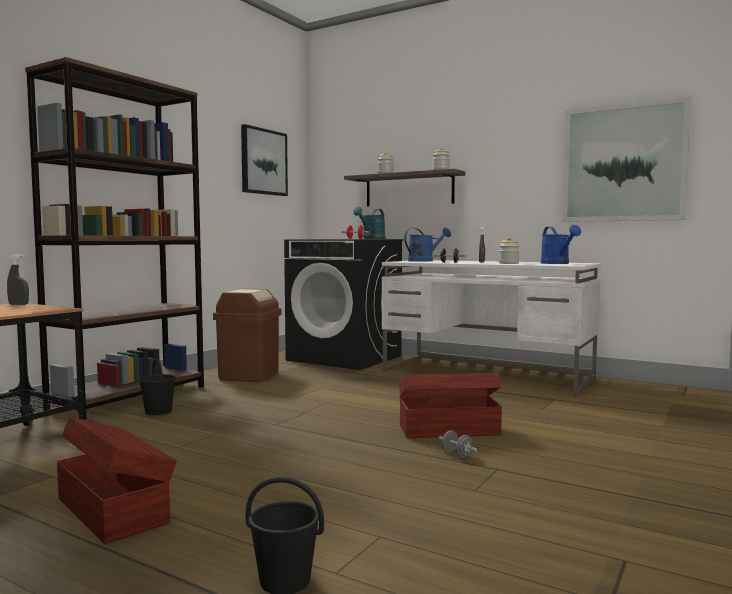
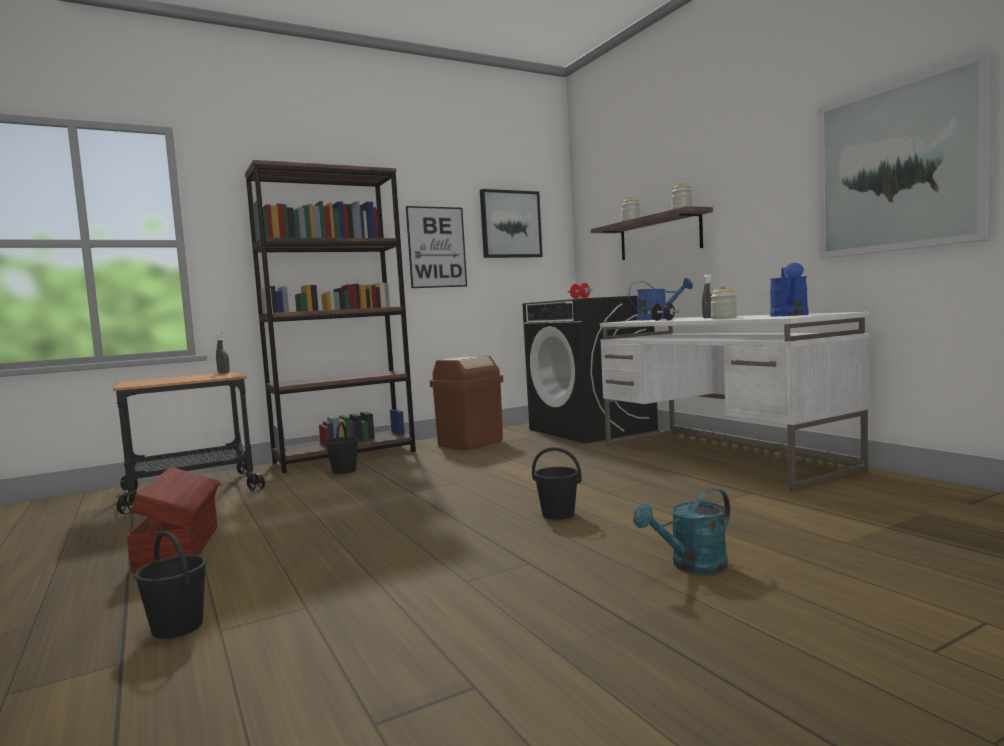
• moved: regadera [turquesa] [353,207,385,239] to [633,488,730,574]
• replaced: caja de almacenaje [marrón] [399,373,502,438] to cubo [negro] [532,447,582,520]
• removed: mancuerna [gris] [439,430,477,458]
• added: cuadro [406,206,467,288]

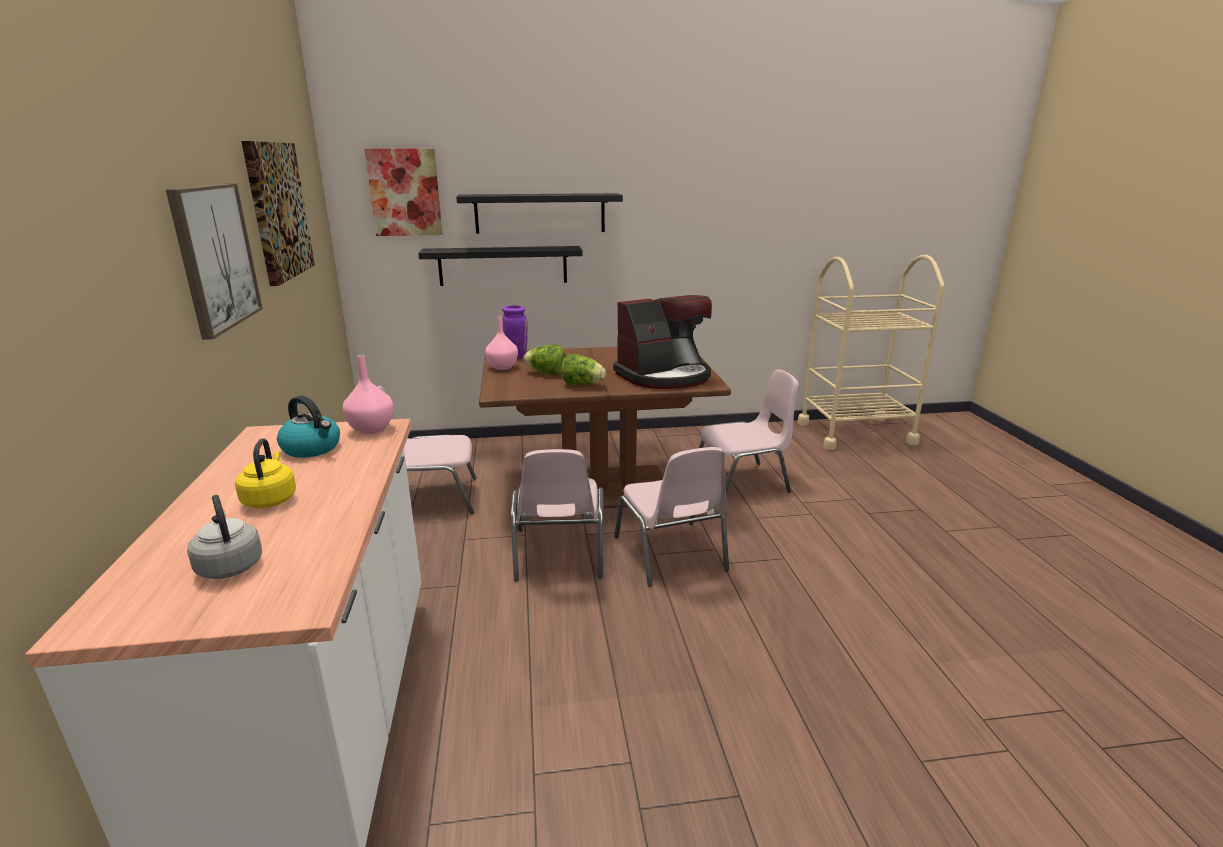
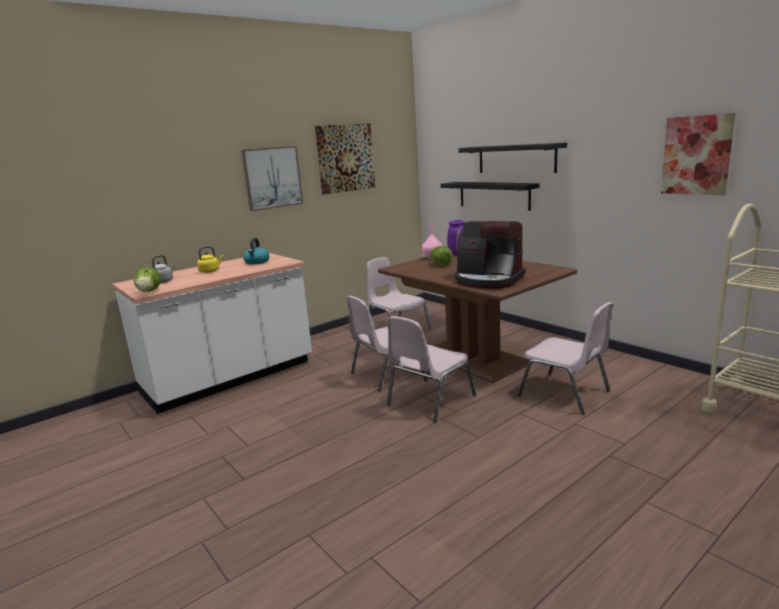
• moved: cuadro [365,148,442,236] to [661,113,735,195]
• moved: lechuga [561,354,606,385] to [134,267,162,292]
• removed: florero [rosa] [343,355,394,434]

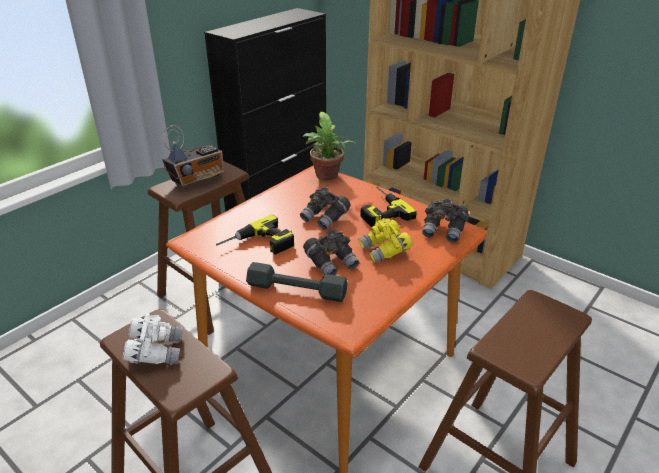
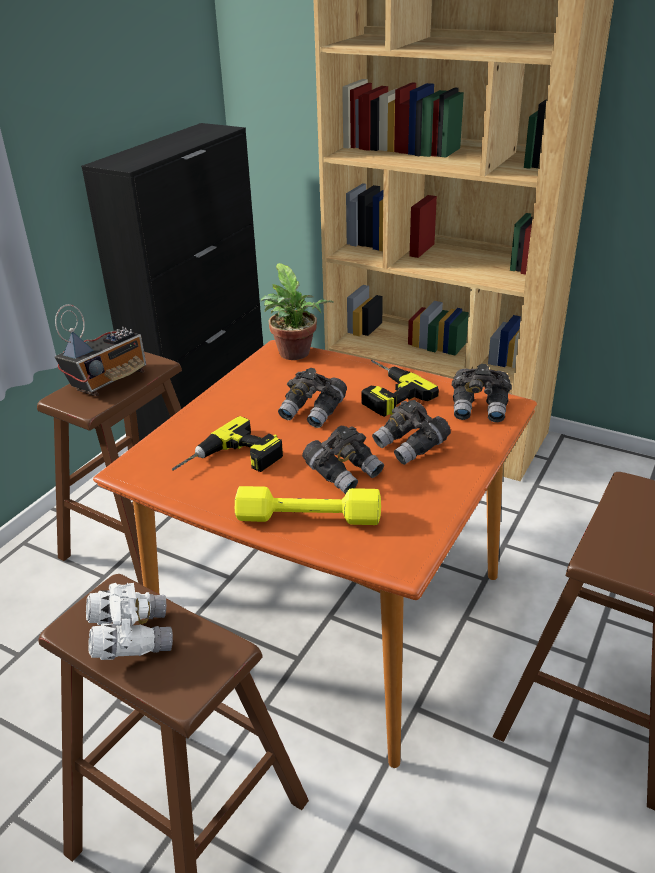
• recoloured: prismáticos [amarillo] [358,218,413,263] to prismáticos [gris] [372,400,451,465]
• recoloured: mancuerna [gris] [246,262,347,302] to mancuerna [amarillo] [235,486,381,525]

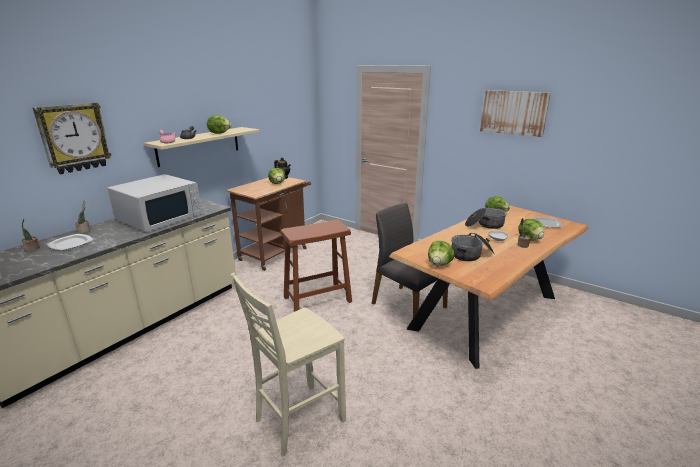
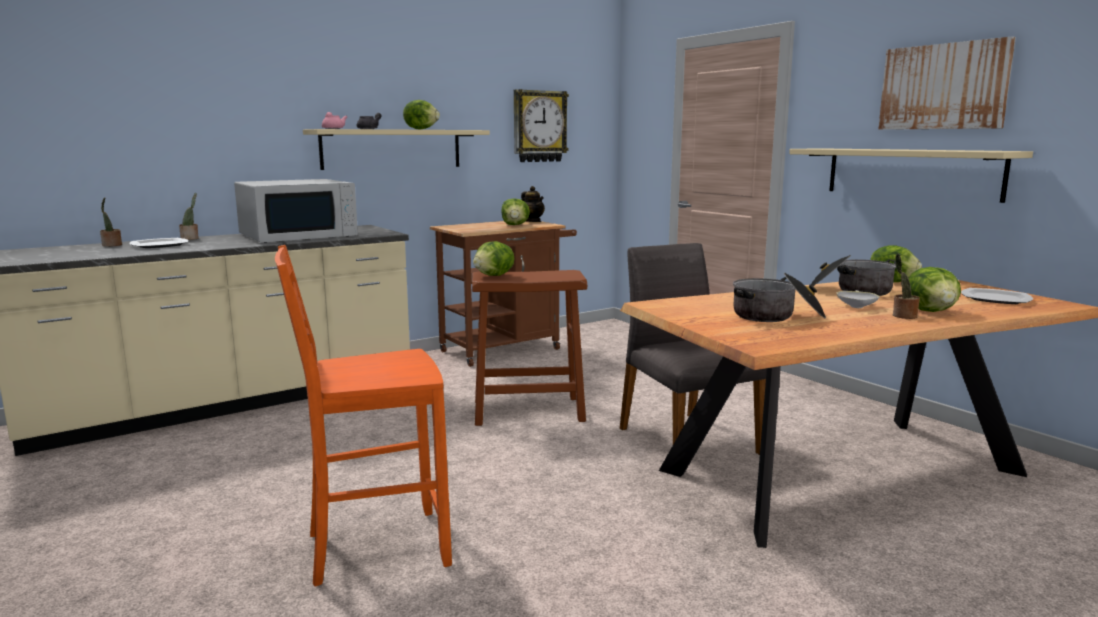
• moved: reloj de pared [33,103,112,174] to [514,89,569,162]
• moved: lechuga [428,241,455,266] to [473,241,514,276]
• recoloured: silla [beis] [231,273,346,457] to silla [naranja] [275,245,452,587]
• added: estante [beis] [789,148,1033,203]

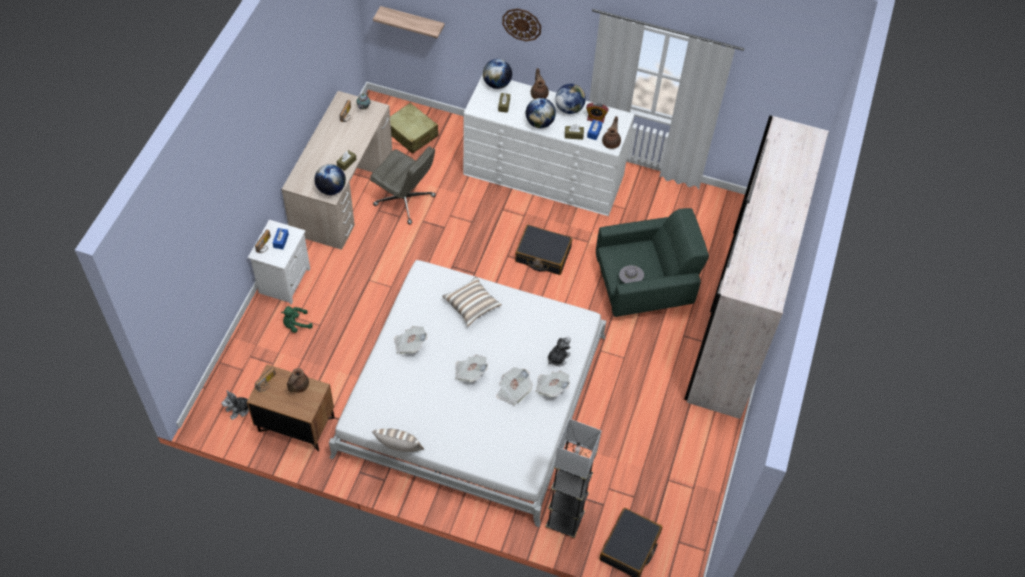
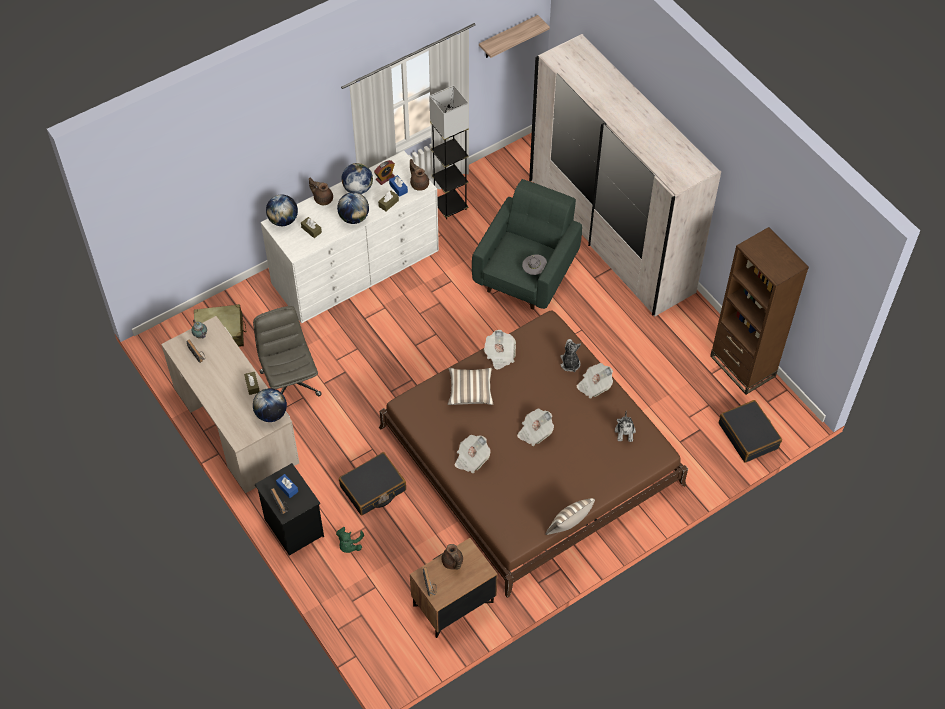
• moved: estante [373,6,445,38] to [479,15,550,58]
• removed: reloj de pared [502,8,541,41]
• turned: silla de oficina [gris] [370,146,436,225] = [253,306,322,397] 90 degrees counterclockwise
• recoloured: mesita de noche [blanco] [248,220,310,304] to mesita de noche [negro] [255,463,324,556]
• moved: maleta [negro] [515,225,572,275] to [339,452,406,516]
• recoloured: cama [blanco] [329,260,606,527] to cama [marrón] [379,310,688,598]
• moved: periódico [496,367,533,406] to [484,330,516,370]
• moved: peluche [221,390,249,420] to [615,411,636,442]
• moved: lámpara de pie [gris] [546,419,602,538] to [429,85,469,219]
• added: estantería [marrón] [710,227,809,395]

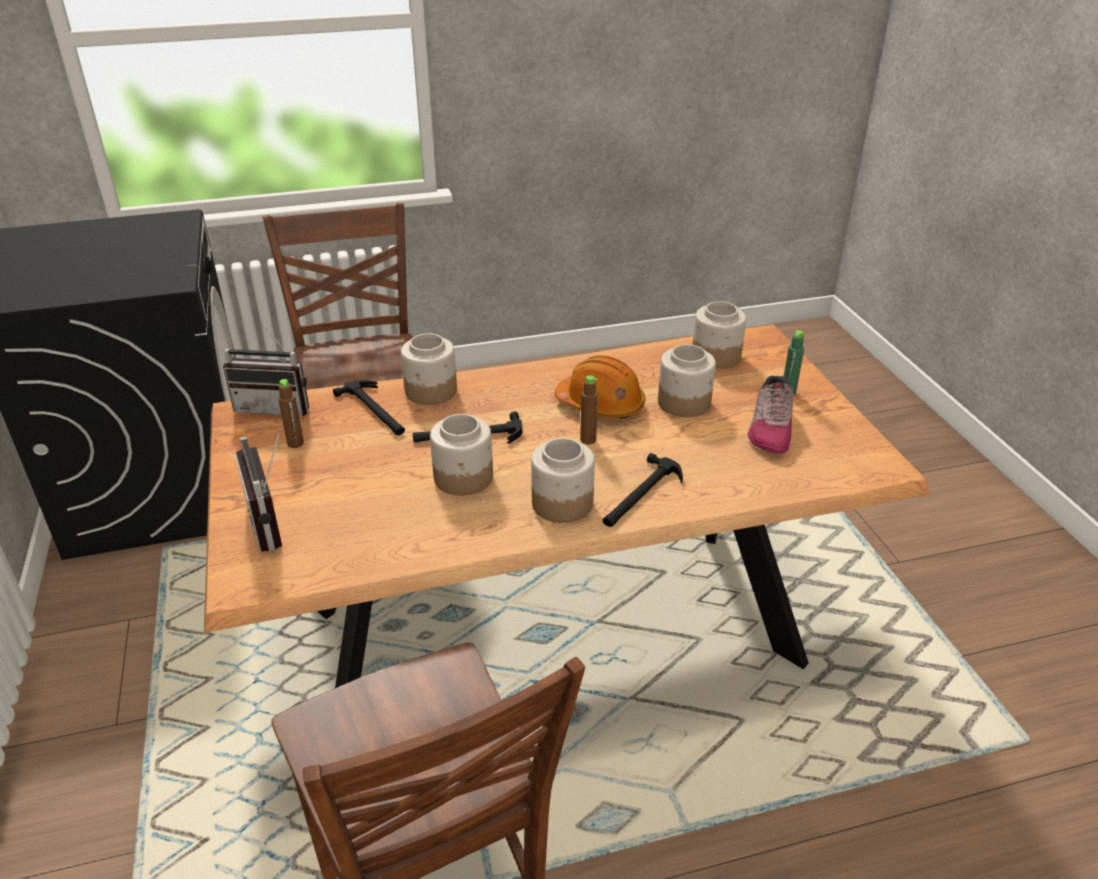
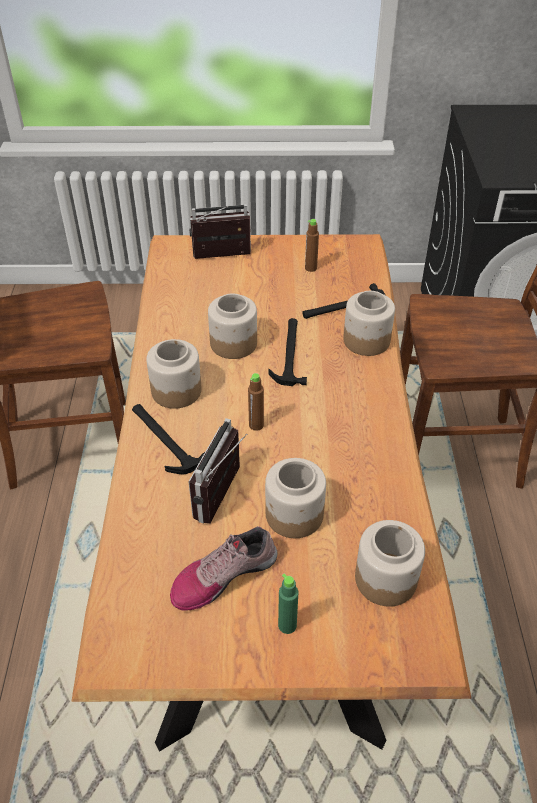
• moved: radio [223,320,309,416] to [188,418,247,524]
• removed: casco [naranja] [555,356,645,419]
• turned: zapato [748,376,794,454] = [170,526,278,611] 60 degrees counterclockwise

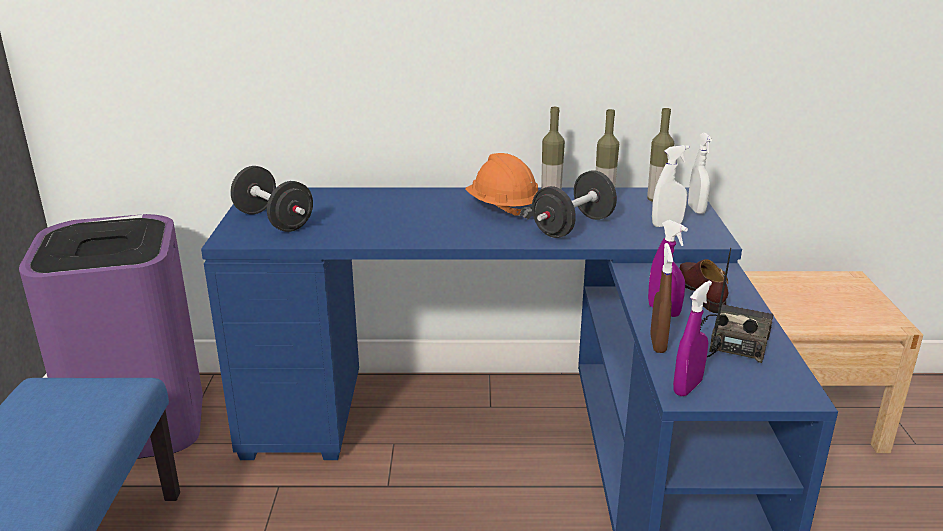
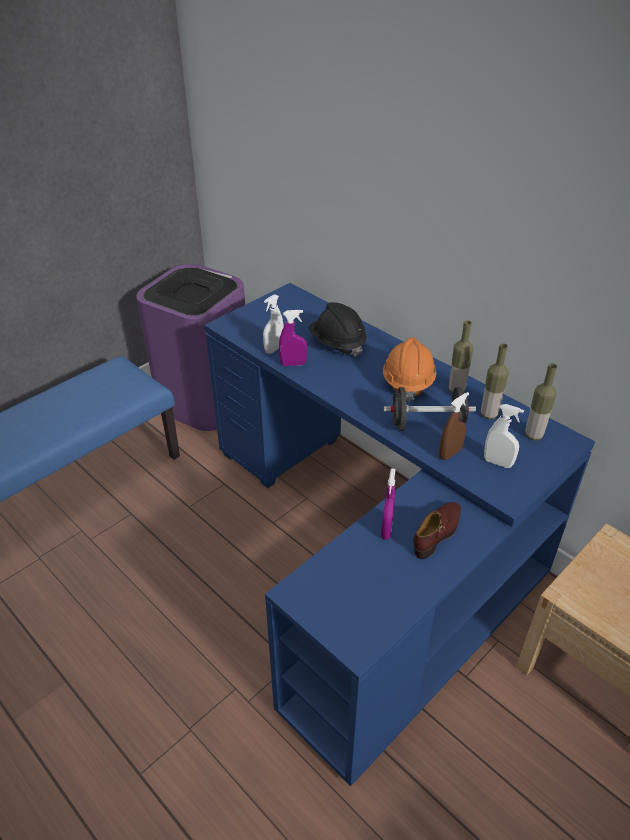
• moved: pulverizador [blanco] [688,133,712,214] to [263,294,284,354]
• removed: mancuerna [negro] [230,166,313,232]
• moved: pulverizador [marrón] [650,243,673,353] to [439,392,469,460]
• removed: radio [700,248,774,363]
• moved: pulverizador [morado] [673,281,712,397] to [279,310,307,366]
• added: casco [negro] [308,302,367,357]

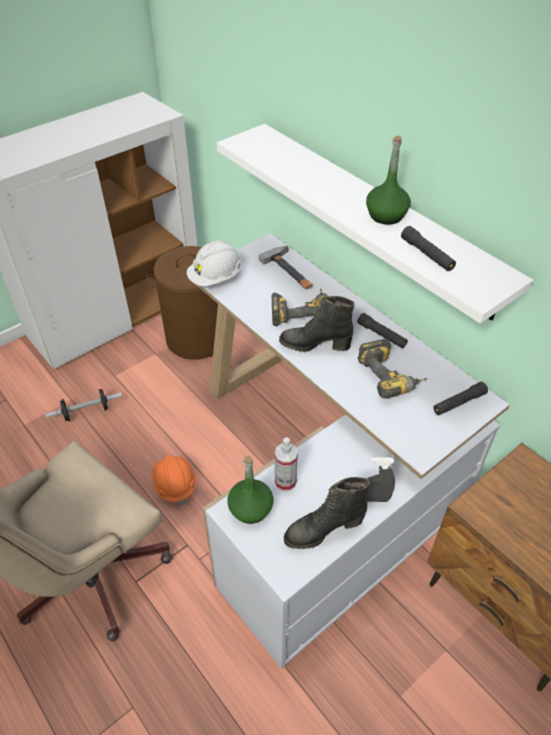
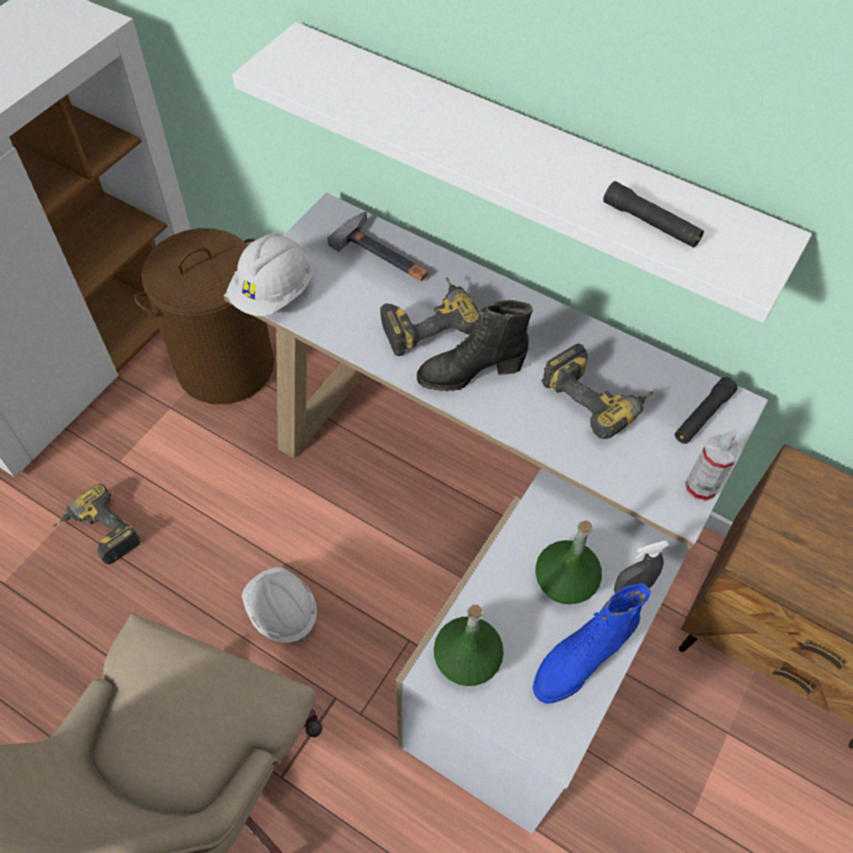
• moved: botella [verde] [366,136,411,225] to [536,520,602,604]
• removed: linterna [negro] [357,313,408,348]
• replaced: mancuerna [46,389,122,421] to taladro [53,484,141,564]
• moved: pulverizador [275,437,298,491] to [685,428,740,502]
• recoloured: casco [naranja] [152,454,196,506] to casco [blanco] [242,567,317,643]
• recoloured: bota [negro] [284,477,370,549] to bota [azul] [533,584,651,704]

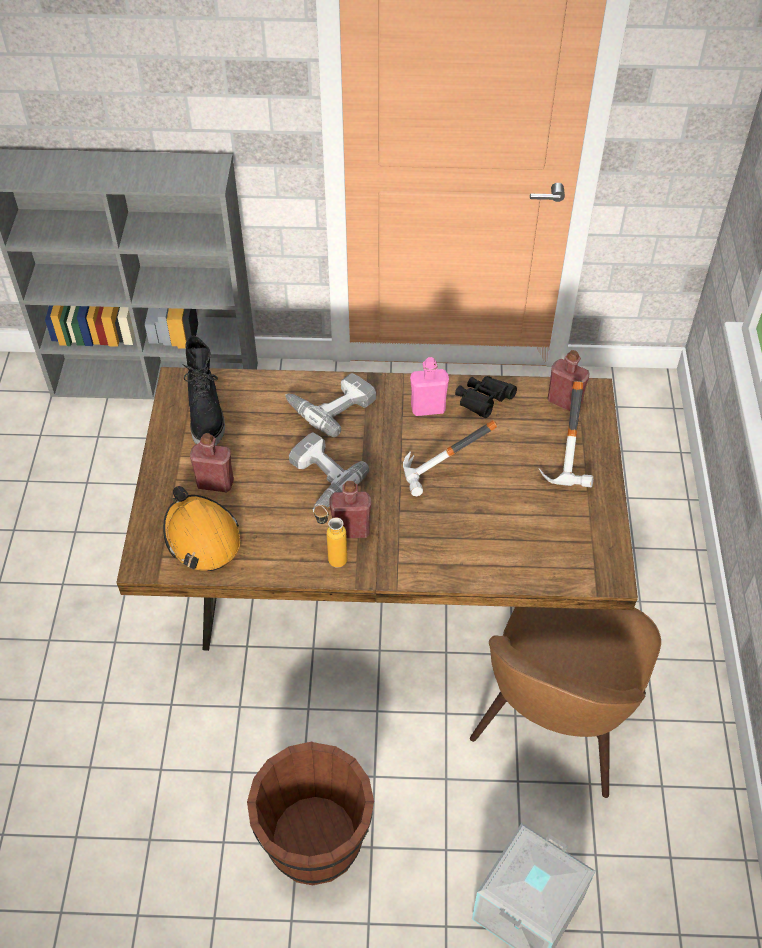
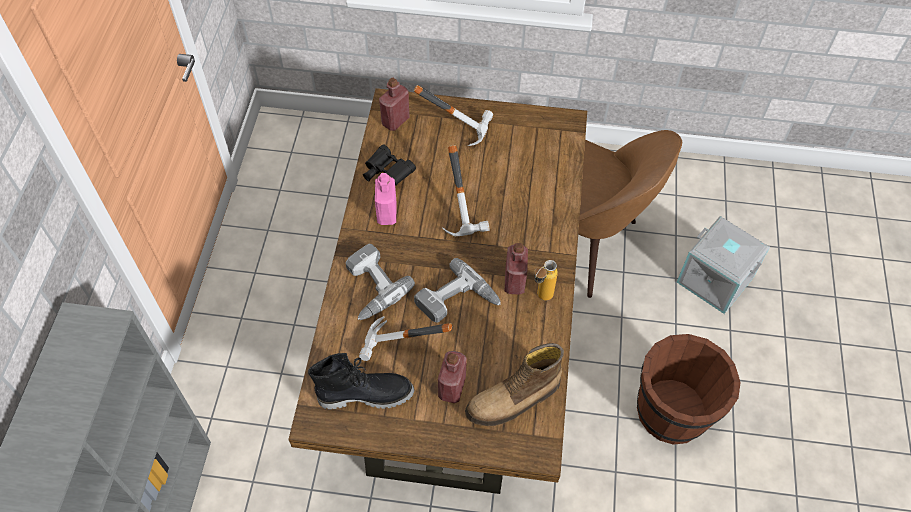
• replaced: casco [naranja] [163,486,240,571] to bota [465,343,564,426]
• added: martillo [359,316,452,361]

